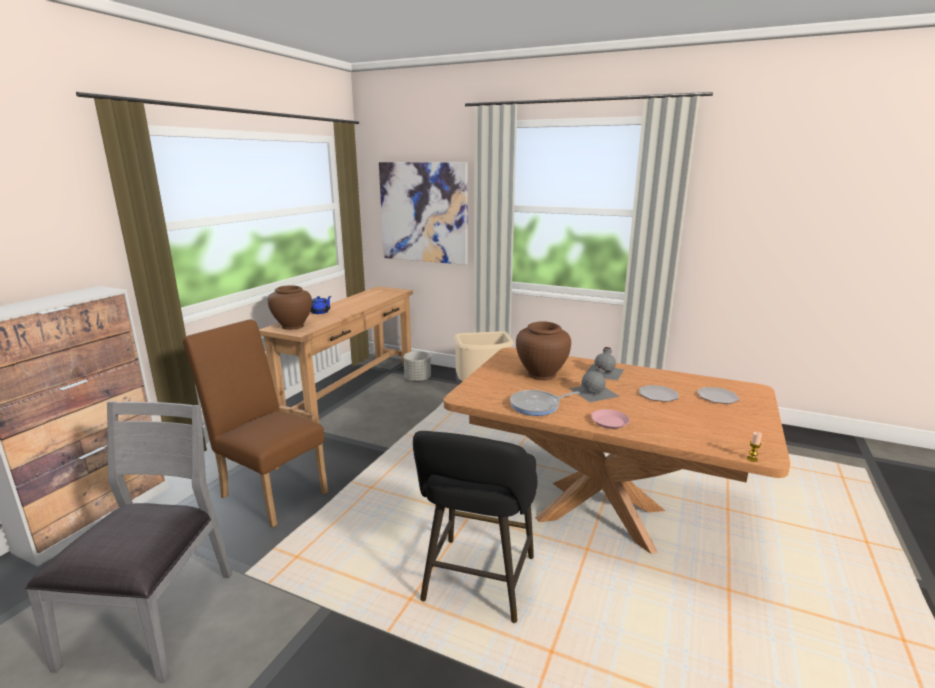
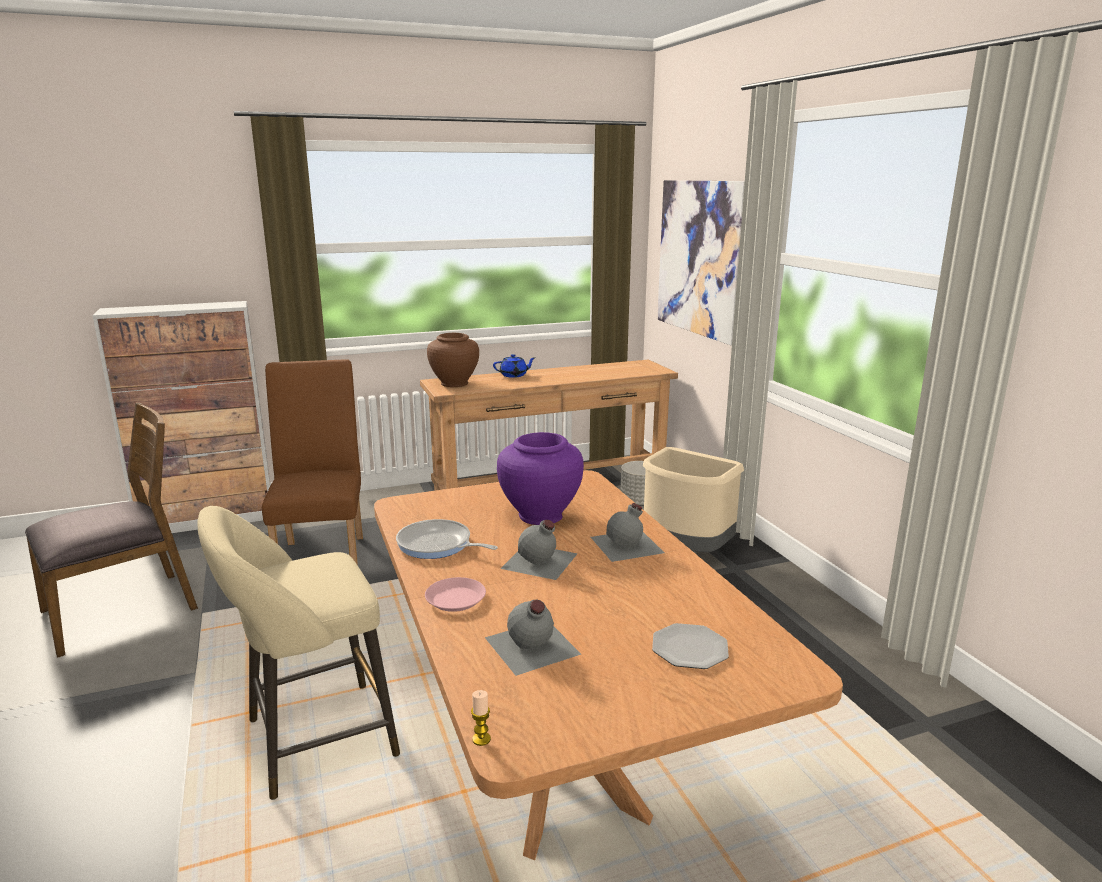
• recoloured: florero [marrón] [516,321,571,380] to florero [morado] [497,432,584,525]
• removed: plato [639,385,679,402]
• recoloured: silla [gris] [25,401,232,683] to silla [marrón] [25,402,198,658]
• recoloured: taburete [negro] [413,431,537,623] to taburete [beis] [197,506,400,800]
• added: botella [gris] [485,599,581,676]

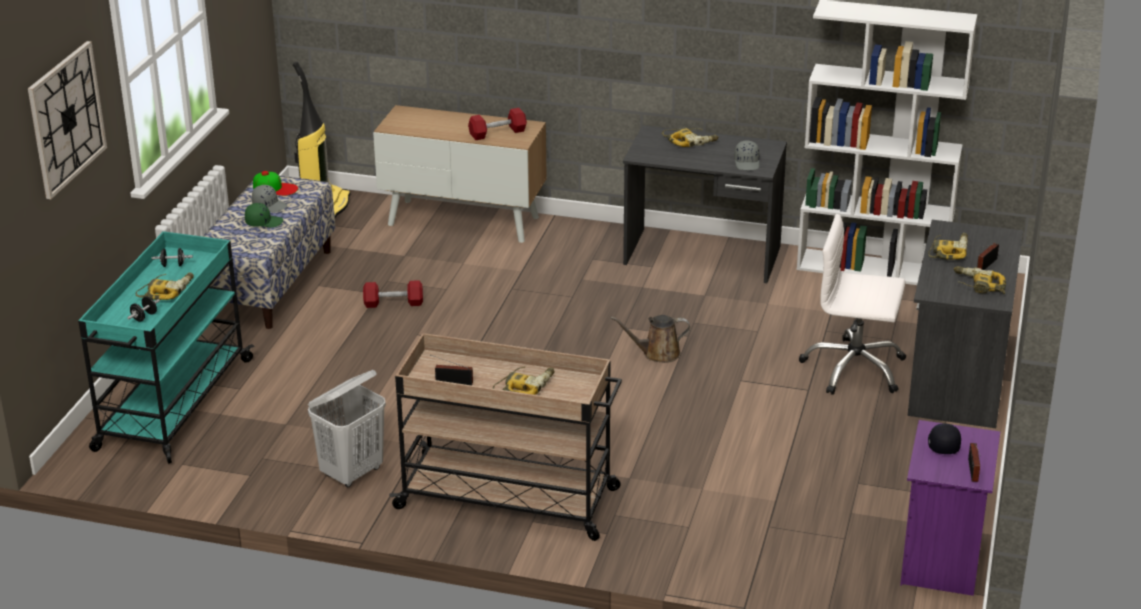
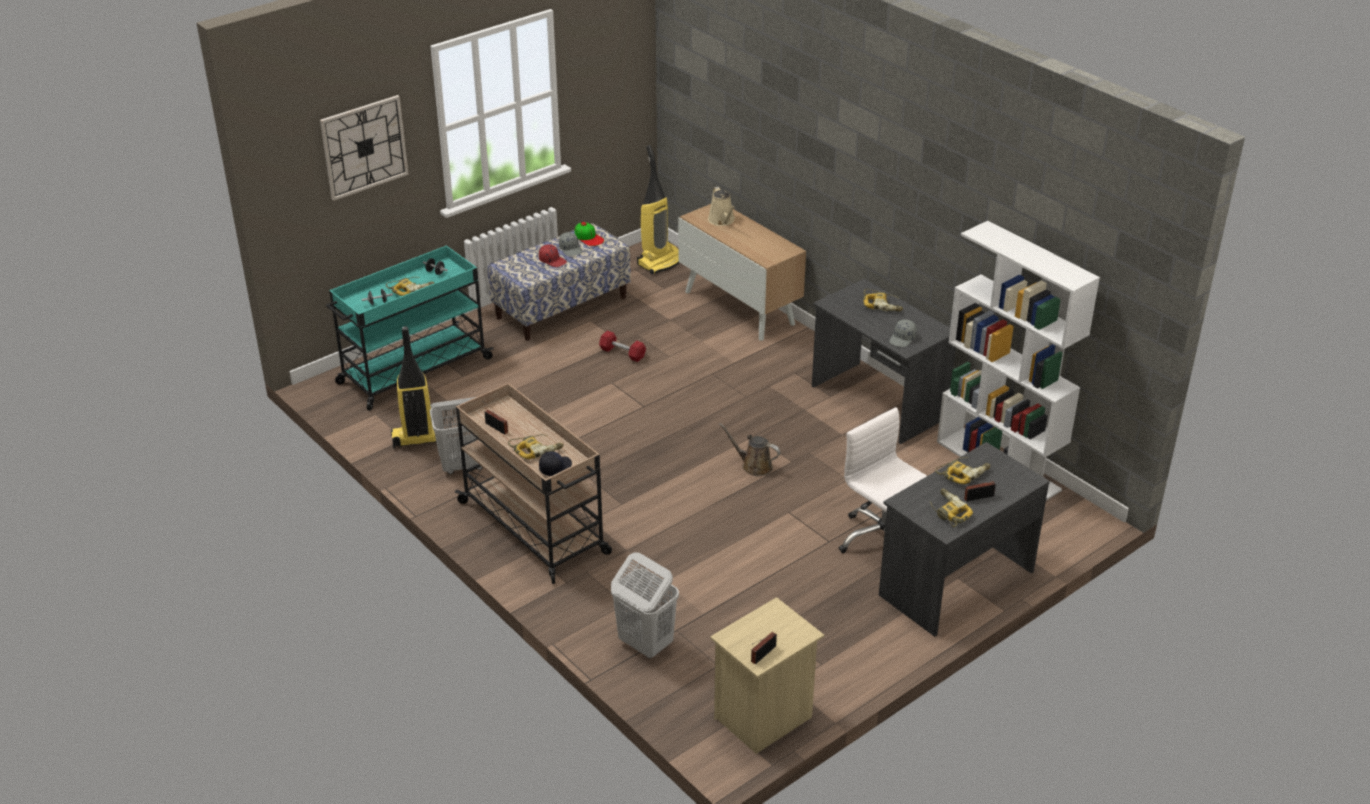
• removed: mancuerna [rojo] [468,108,527,140]
• recoloured: gorra [verde] [245,203,283,228] to gorra [rojo] [539,244,567,267]
• recoloured: mesita de noche [morado] [900,420,1000,596] to mesita de noche [beis] [710,597,824,754]
• moved: gorra [negro] [928,423,961,454] to [539,451,572,476]
• added: regadera [beis] [708,187,735,226]
• added: aspiradora [391,326,436,449]
• added: cesto de la ropa [blanco] [611,552,679,659]

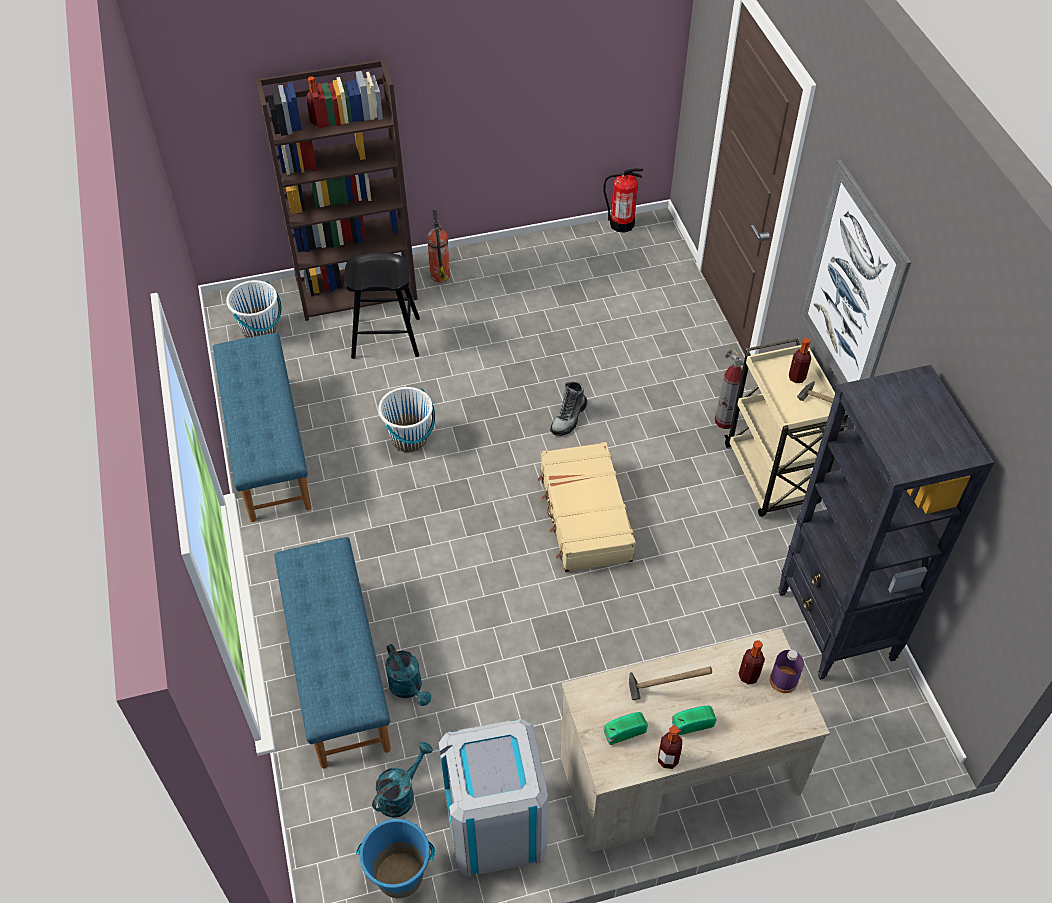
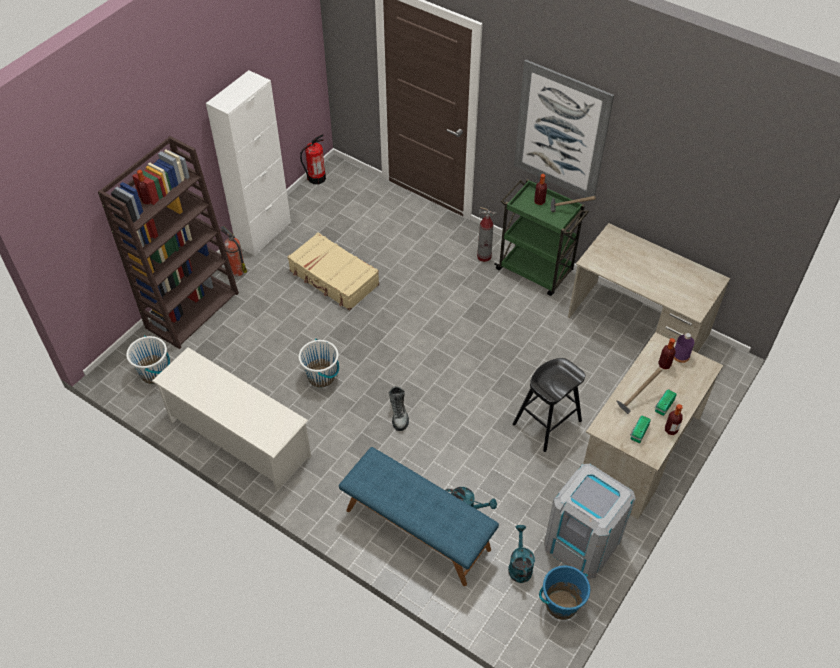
• moved: taburete [negro] [344,252,420,359] to [513,358,585,452]
• replaced: banco [azul] [213,333,312,522] to zapatero [blanco] [152,347,311,491]
• recoloured: carrito [beis] [725,338,848,517] to carrito [verde] [494,179,589,296]
• replaced: estantería [negro] [778,365,994,680] to escritorio [beis] [568,223,730,353]
• moved: bota [550,381,588,436] to [389,386,409,431]
• moved: maleta [beis] [537,442,636,572] to [288,232,379,310]
• added: armario [blanco] [206,70,291,256]

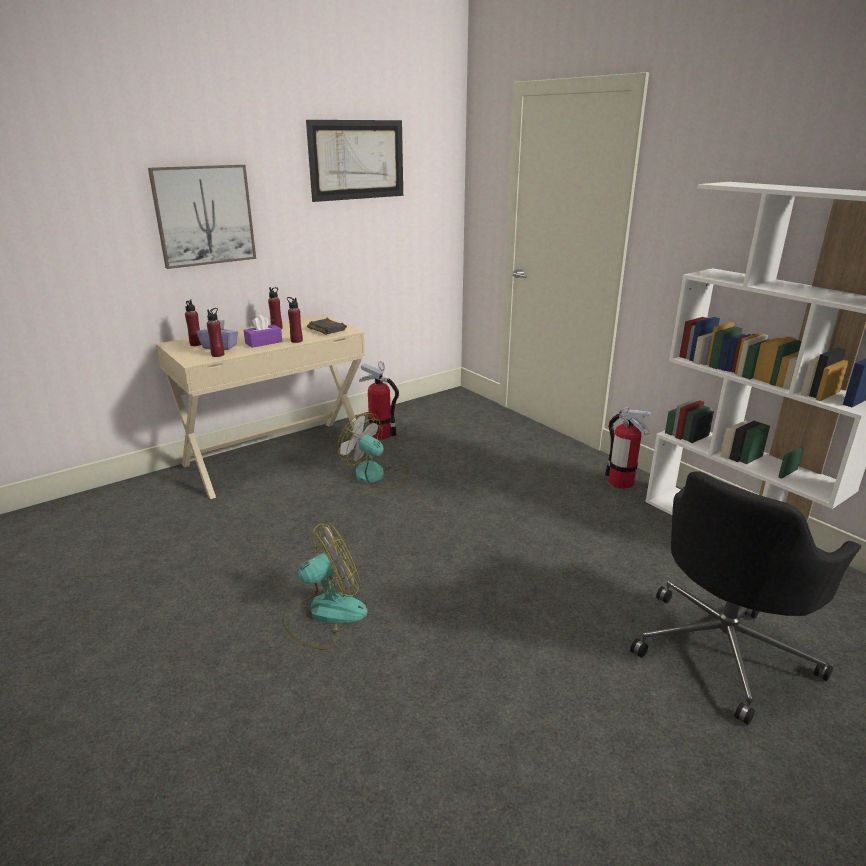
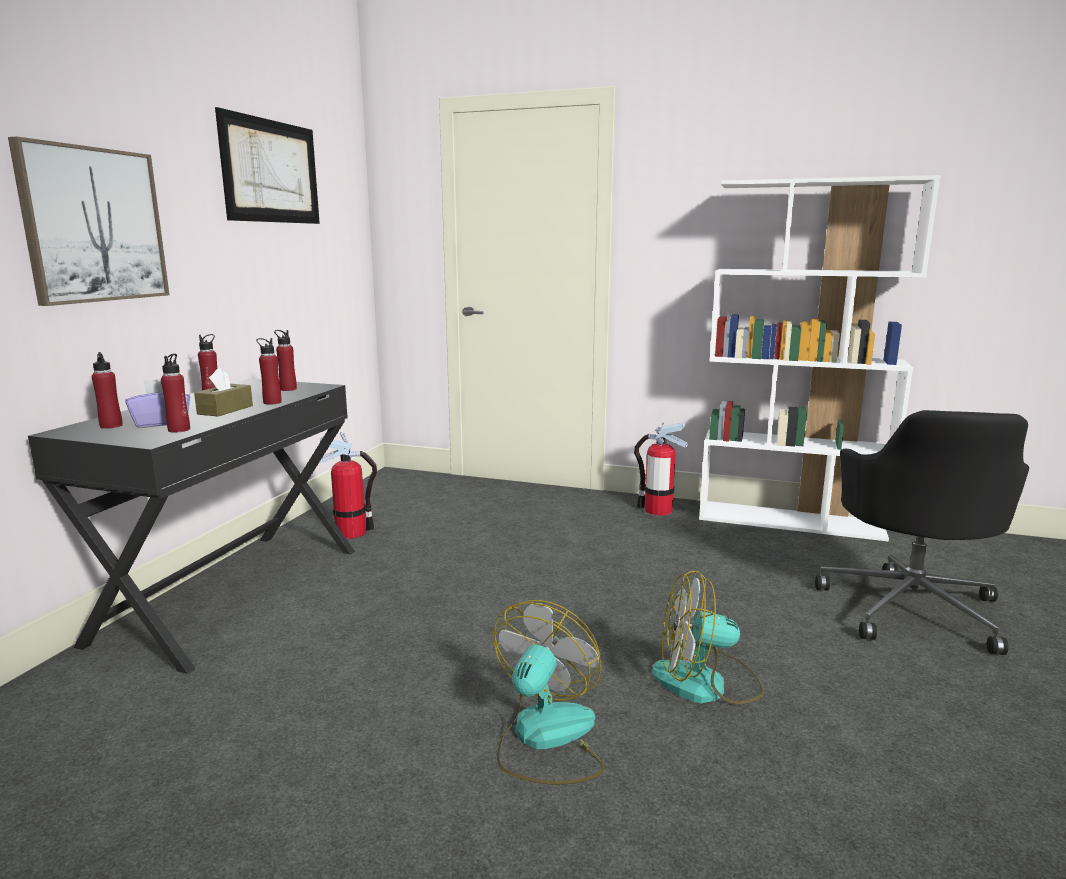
• recoloured: escritorio [beis] [156,314,365,499] to escritorio [negro] [28,378,355,674]
• recoloured: caja de pañuelos [morado] [244,315,282,348] to caja de pañuelos [marrón] [194,368,253,417]
• replaced: libro [negro] [307,318,347,335] to botella [rojo] [274,330,297,391]
• moved: ventilador [337,413,408,489] to [652,570,764,704]

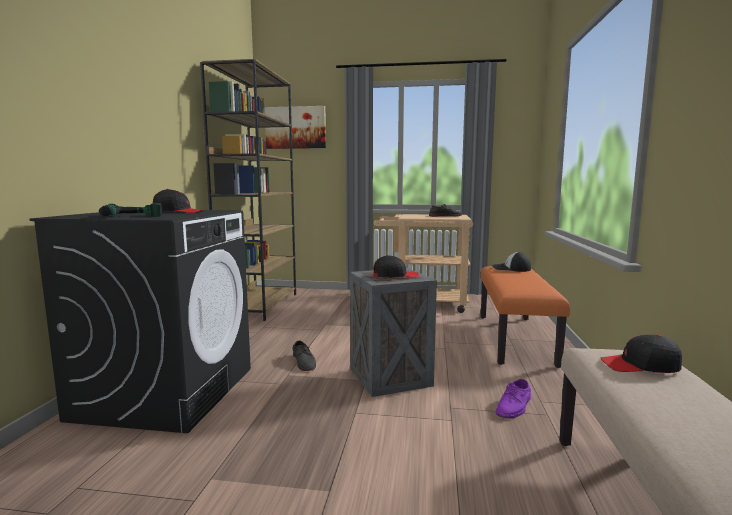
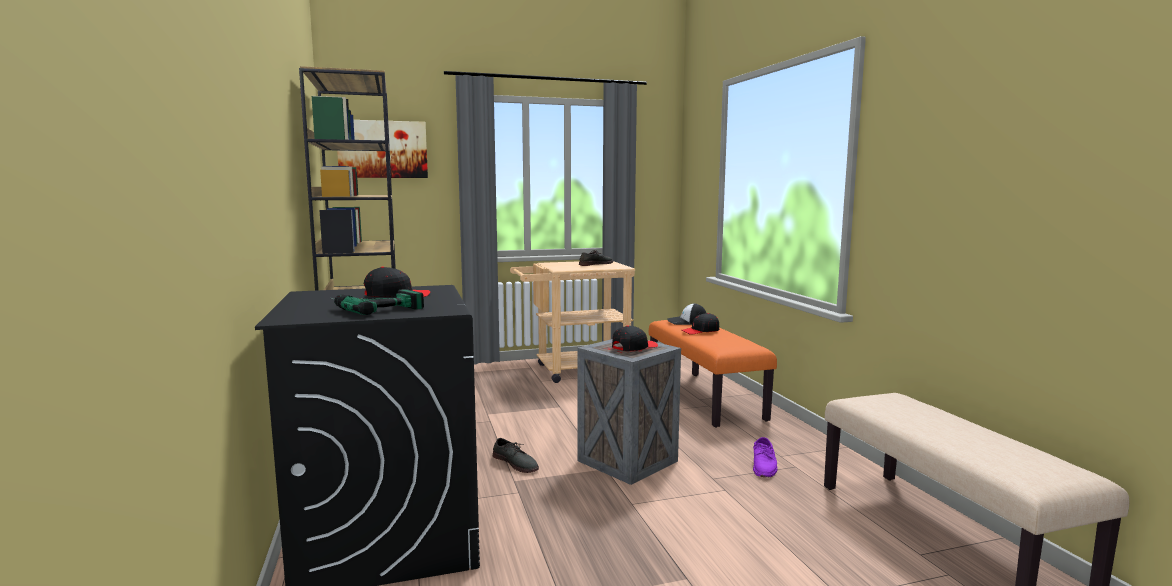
• moved: gorra [negro] [601,335,682,373] to [682,313,719,334]

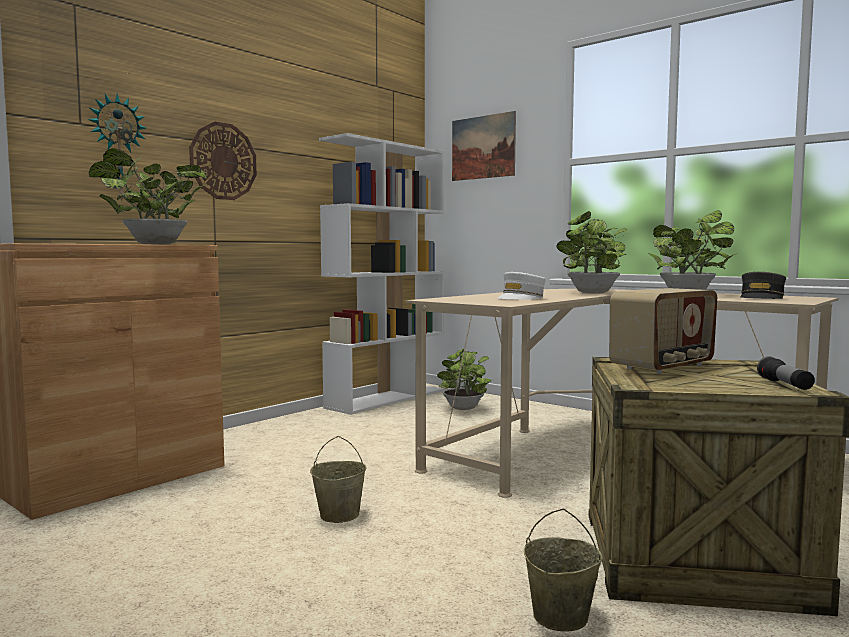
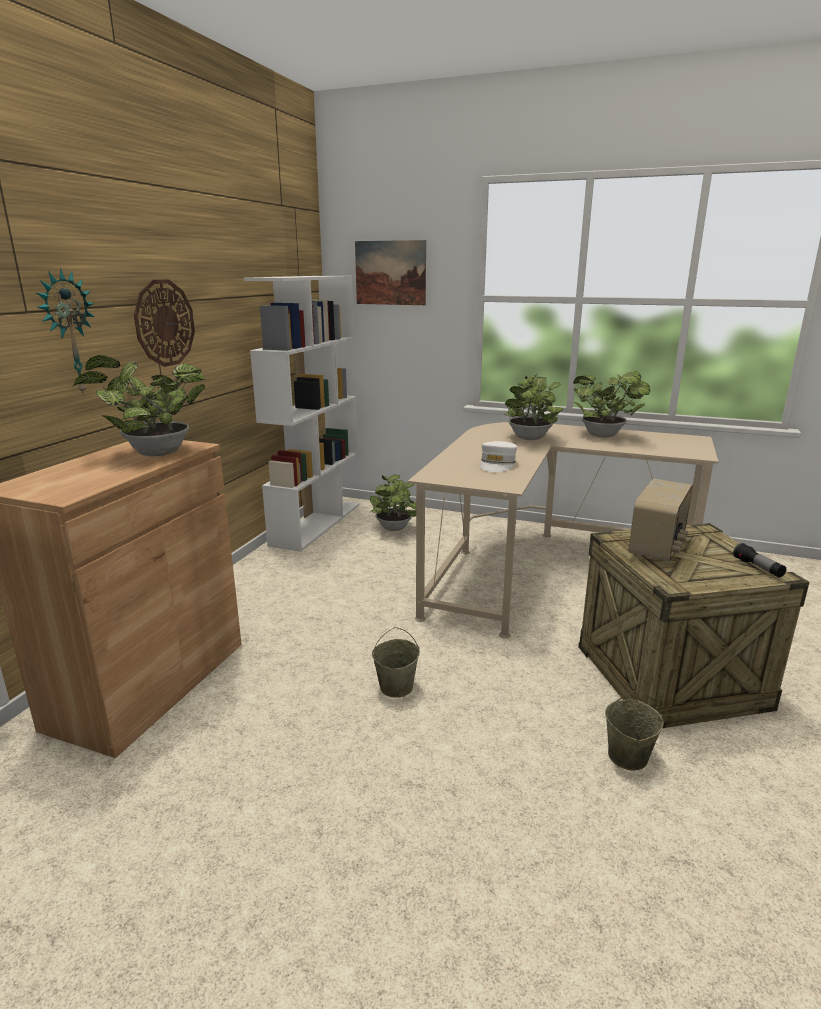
• removed: gorra [gris] [740,272,786,299]

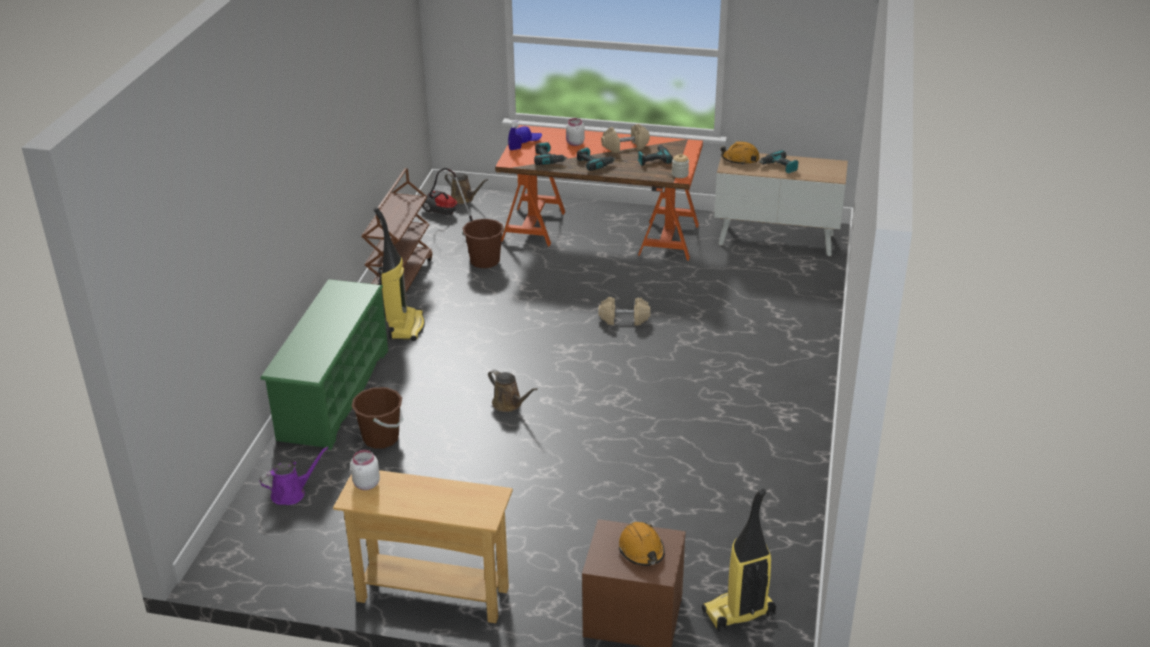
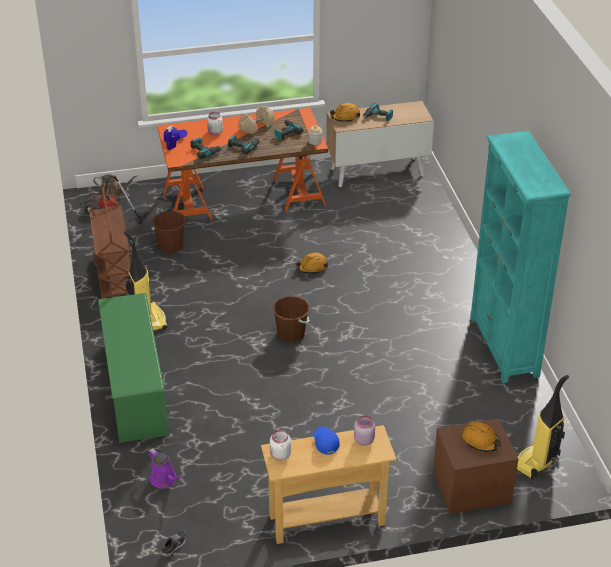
• replaced: mancuerna [beis] [599,297,650,326] to casco [naranja] [296,252,328,274]
• removed: regadera [marrón] [488,369,538,412]
• moved: cubo [marrón] [351,387,403,448] to [272,296,310,342]
• turned: regadera [morado] [259,447,328,505] = [148,448,183,488] 105 degrees clockwise
• added: estantería [turquesa] [470,131,571,383]
• added: tarro [rosa] [354,415,375,446]
• added: gorra [azul] [314,426,340,455]
• added: zapato [161,530,186,558]

